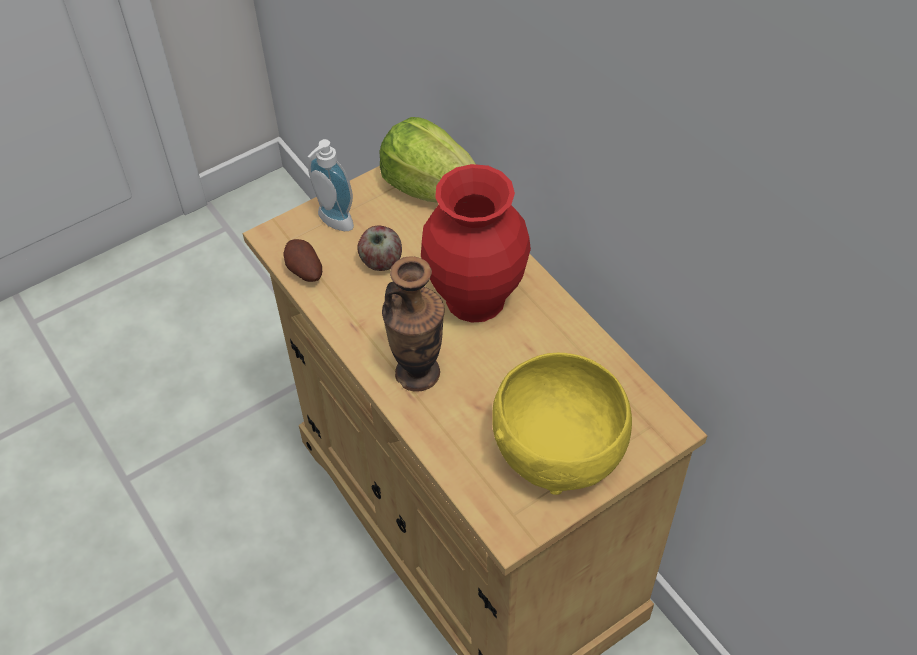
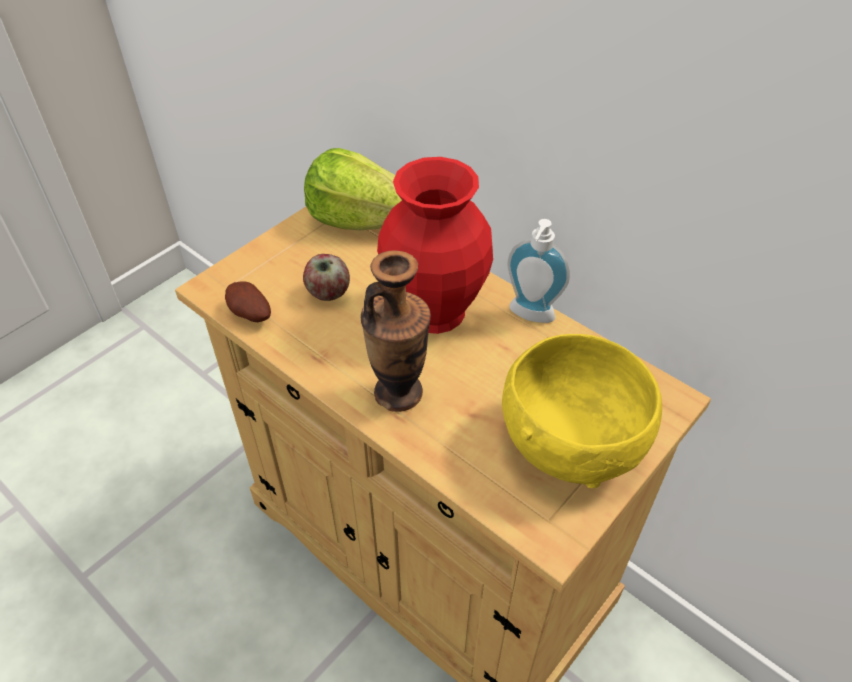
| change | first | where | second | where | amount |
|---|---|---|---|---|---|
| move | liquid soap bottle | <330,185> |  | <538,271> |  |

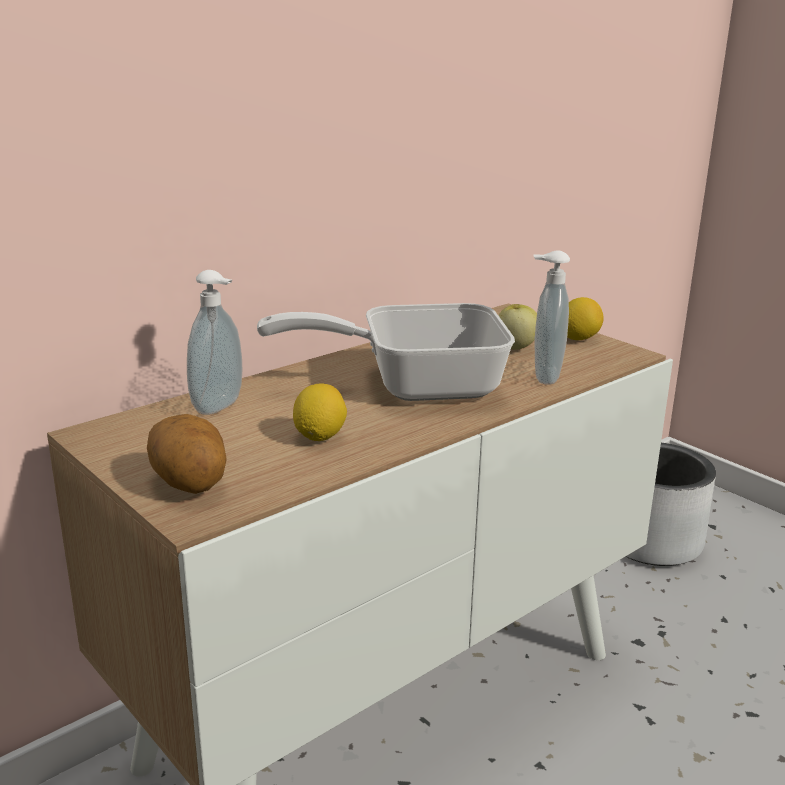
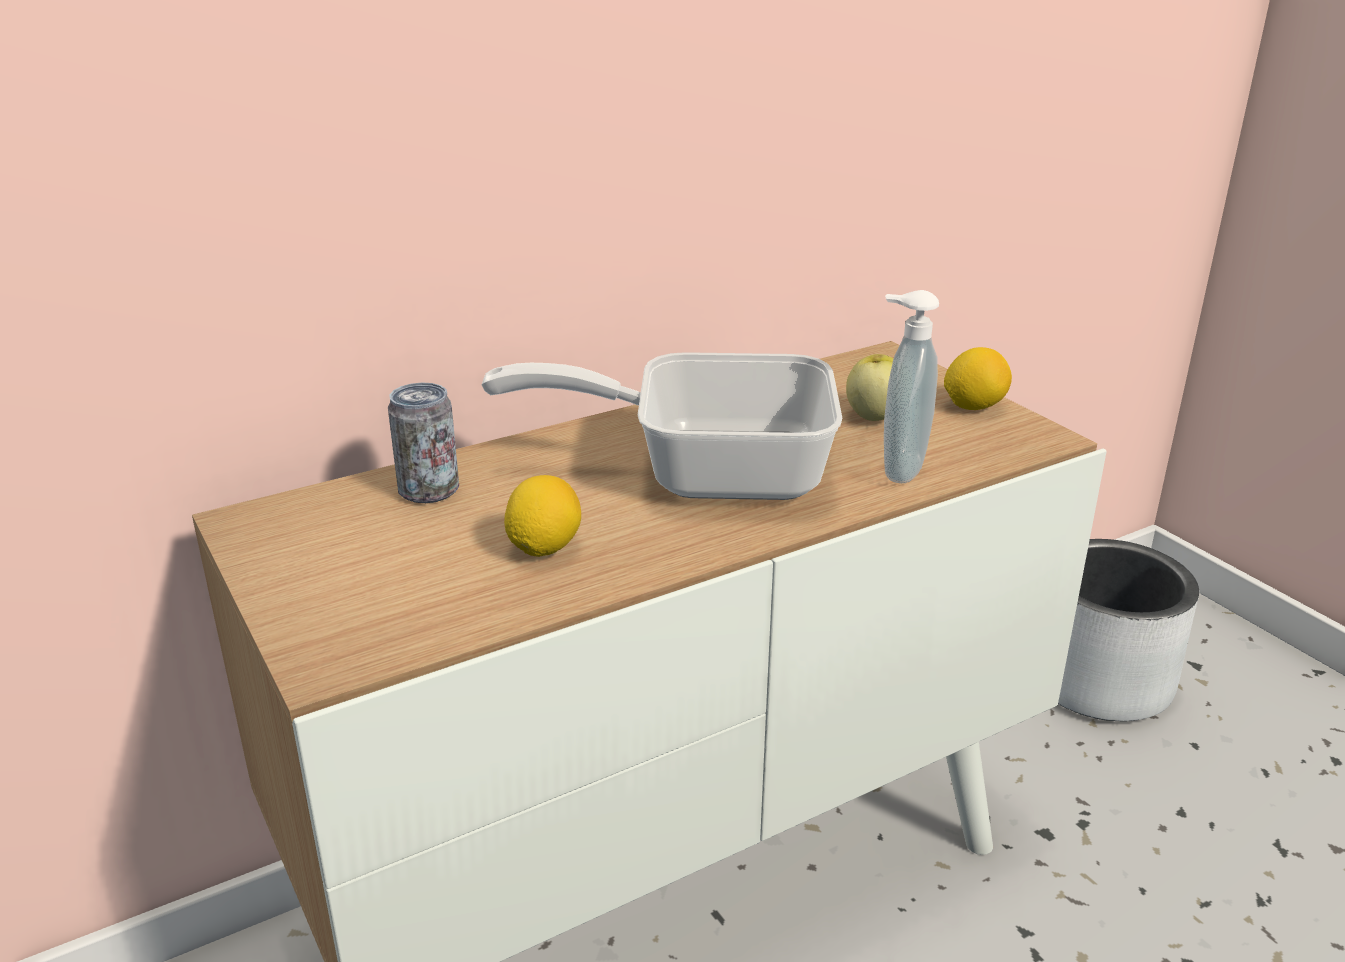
| change | first | where | second | where | amount |
|---|---|---|---|---|---|
| replace | liquid soap bottle | <214,342> | can | <423,442> |  |
| delete | whole potato | <187,454> |  |  |  |

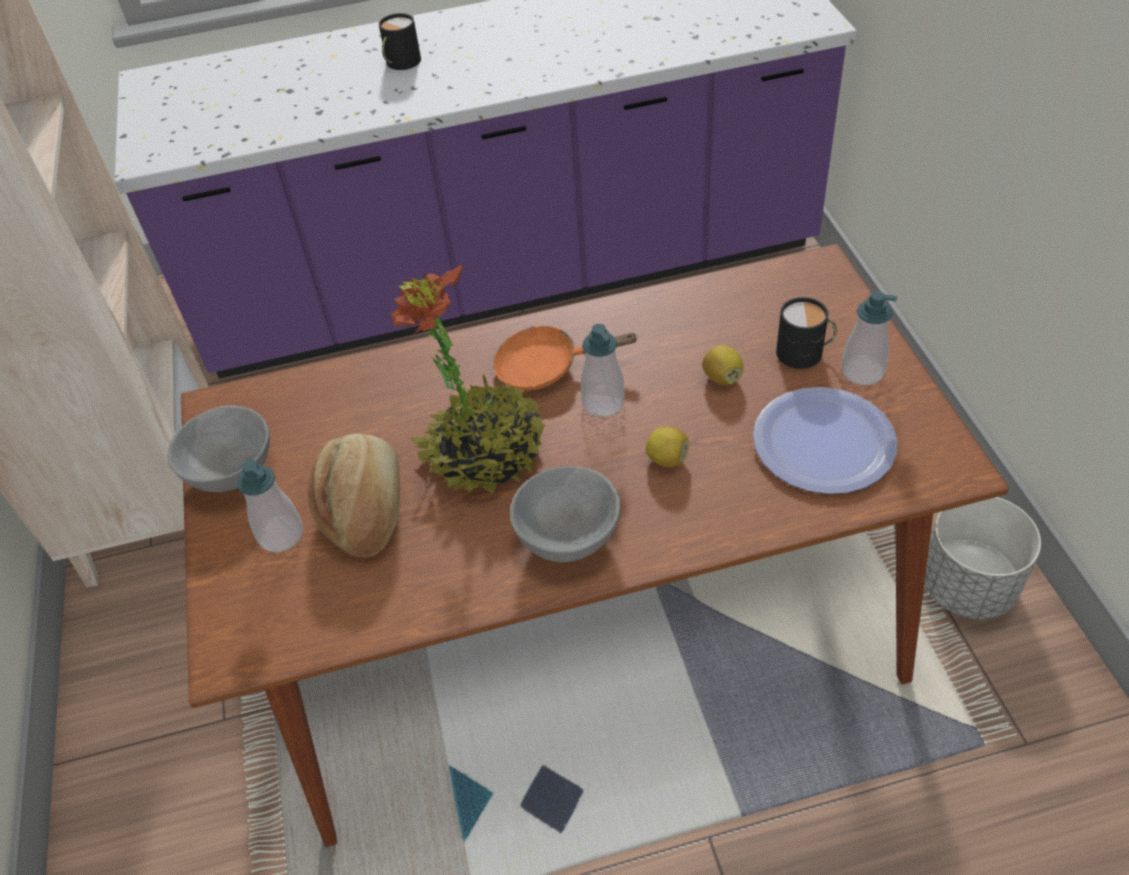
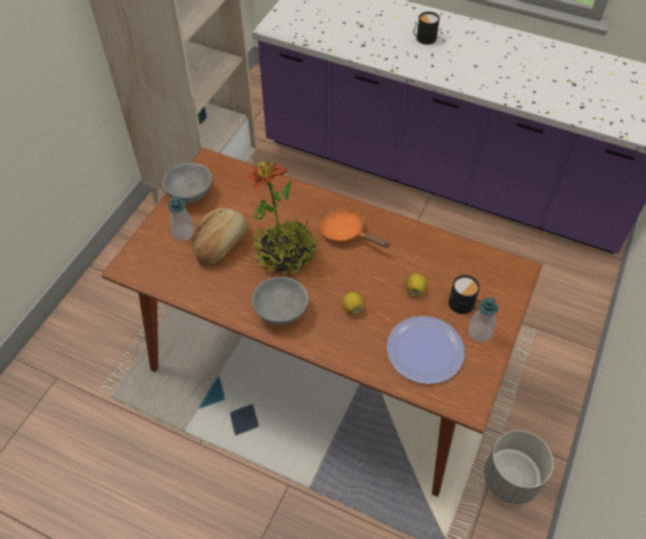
| change | first | where | second | where | amount |
|---|---|---|---|---|---|
| delete | liquid soap bottle | <603,370> |  |  |  |

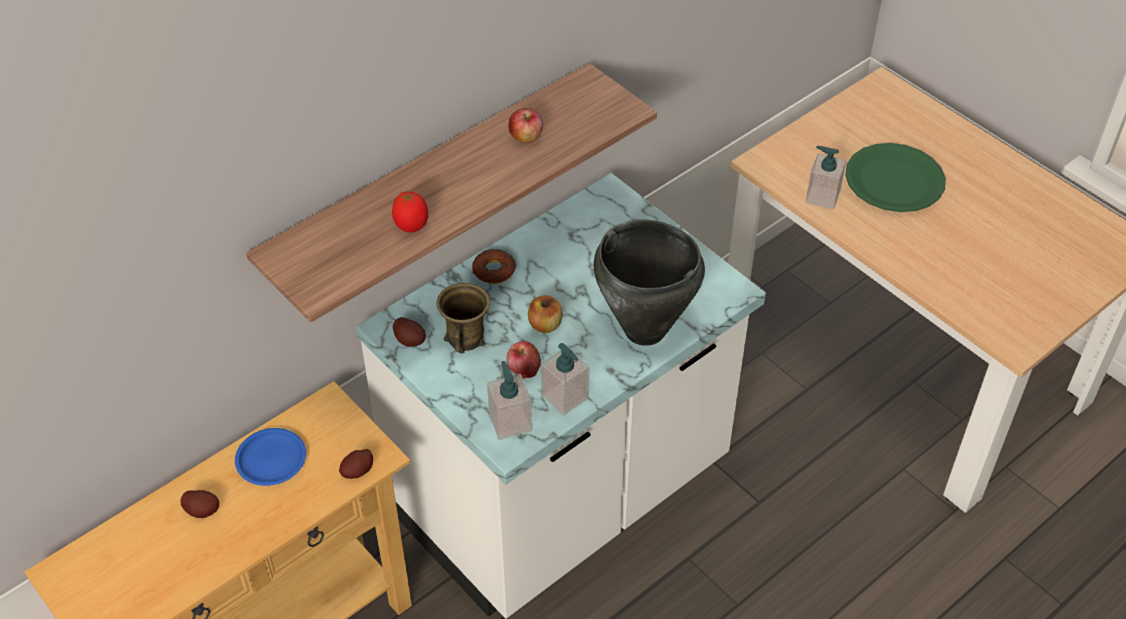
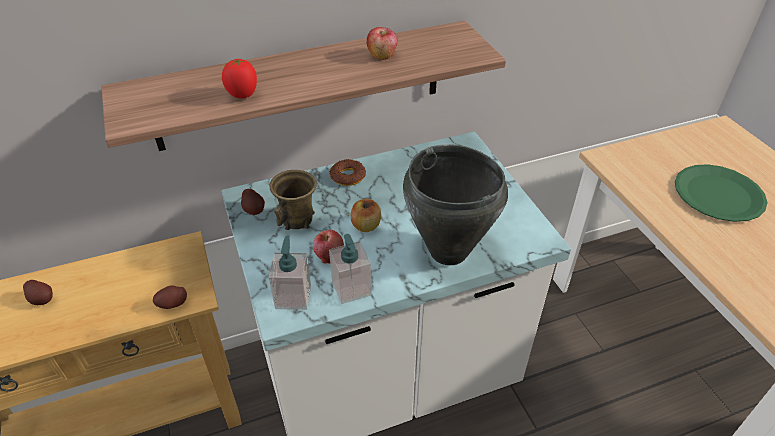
| change | first | where | second | where | amount |
|---|---|---|---|---|---|
| delete | liquid soap bottle | <826,178> |  |  |  |
| delete | plate (blue) | <270,457> |  |  |  |

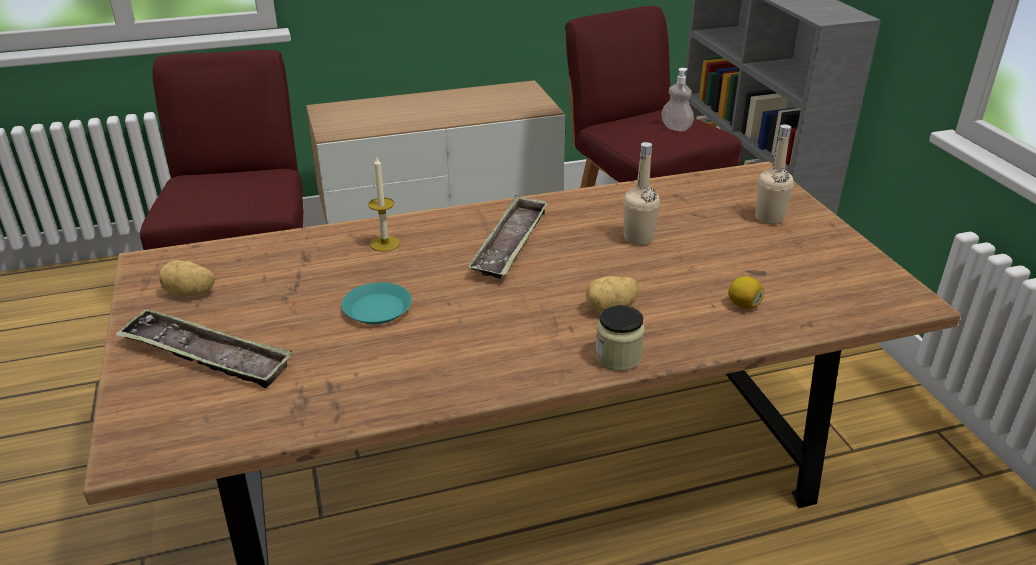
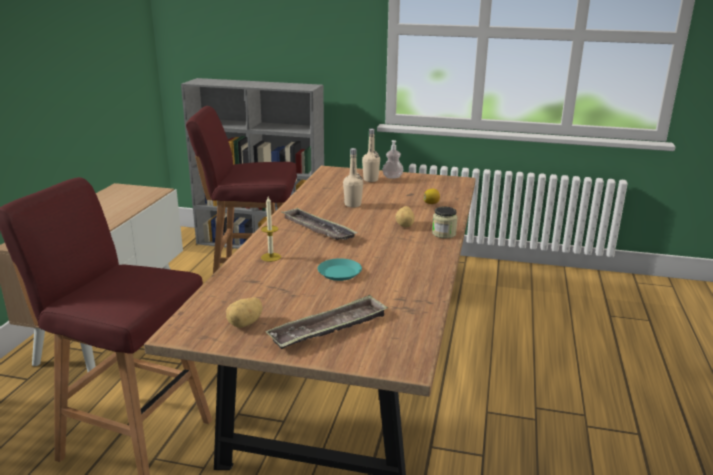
| change | first | where | second | where | amount |
|---|---|---|---|---|---|
| move | liquid soap bottle | <678,99> |  | <392,159> |  |

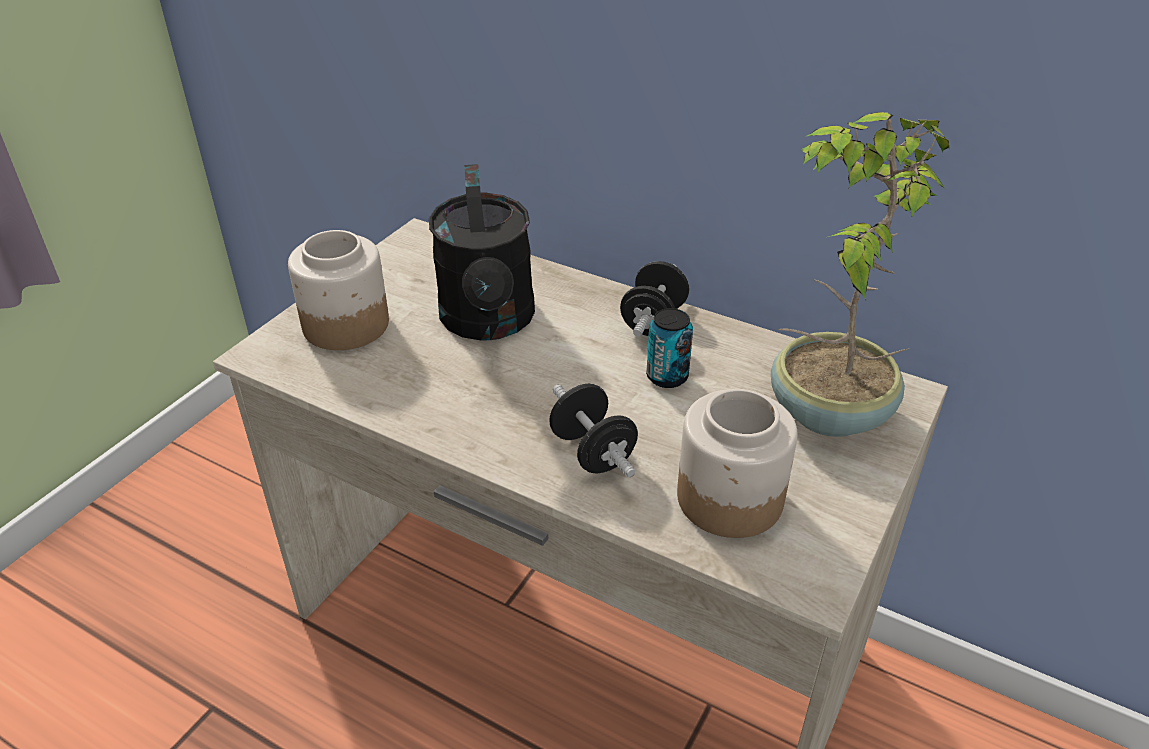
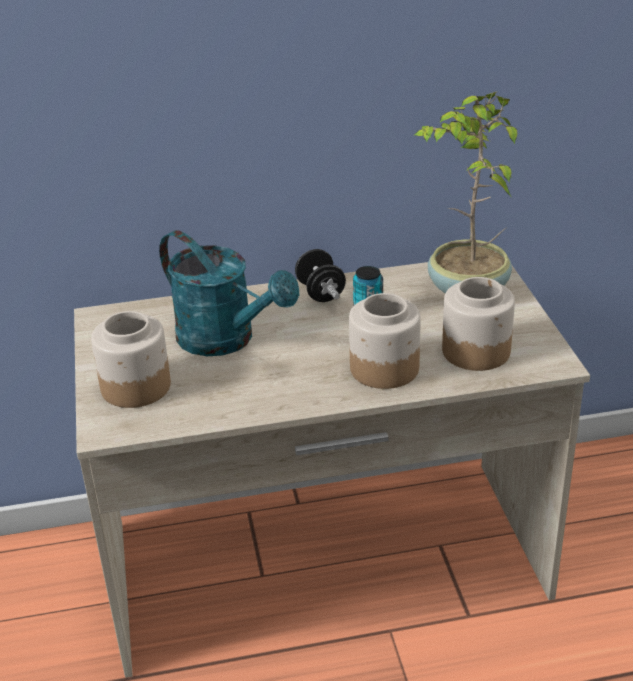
| change | first | where | second | where | amount |
|---|---|---|---|---|---|
| recolor | watering pot (black) | <482,252> | watering pot (turquoise) | <229,293> |  |
| replace | hand weight (black) | <593,430> | storage jar | <385,341> |  |

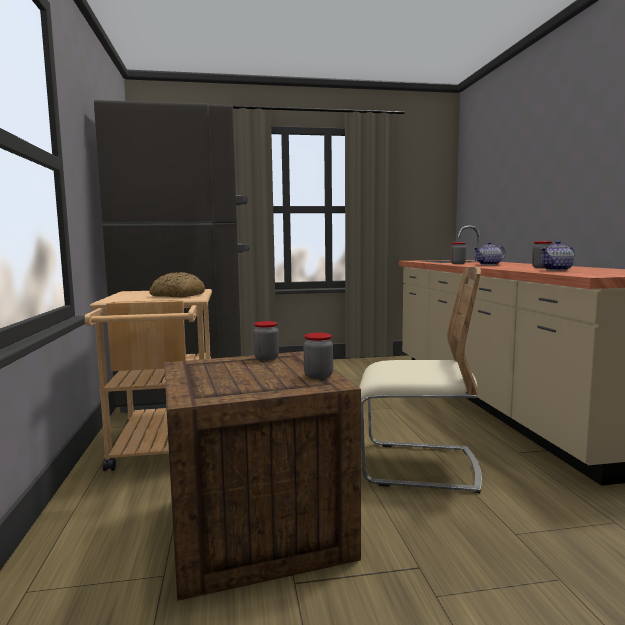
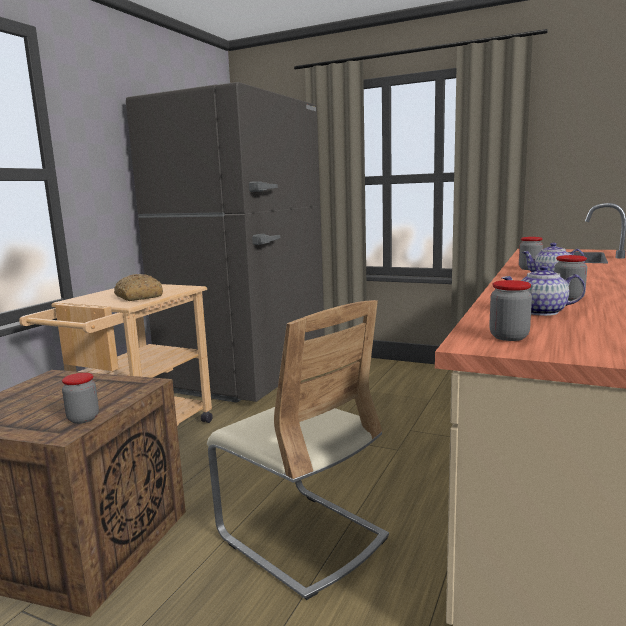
| change | first | where | second | where | amount |
|---|---|---|---|---|---|
| move | storage jar | <266,341> |  | <510,310> |  |

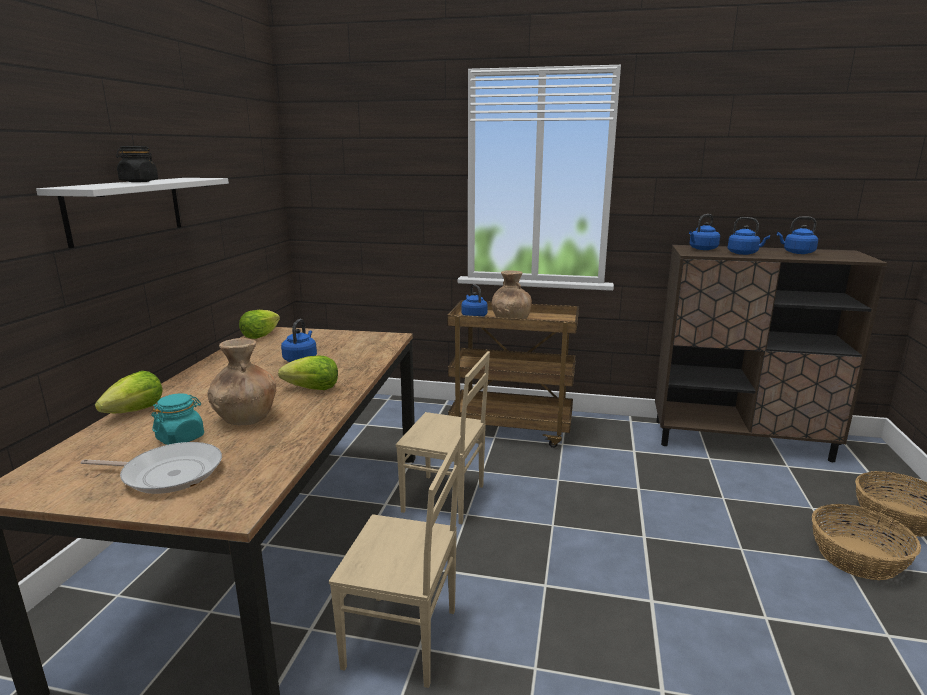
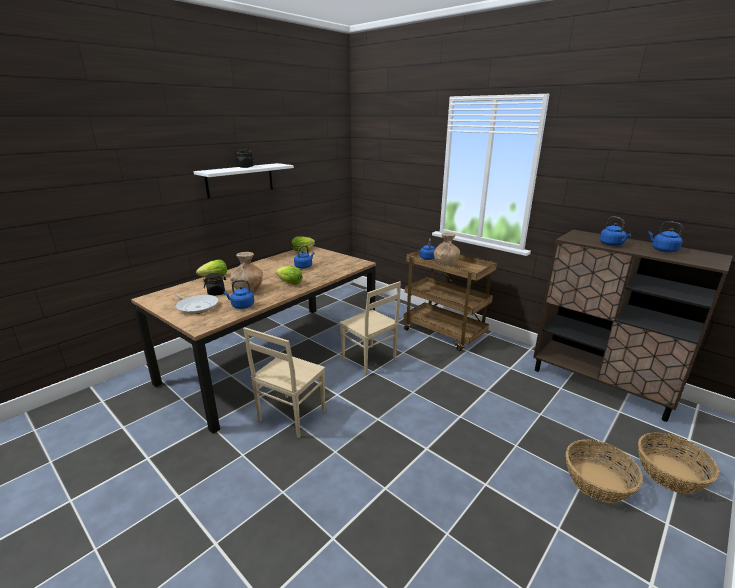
| change | first | where | second | where | amount |
|---|---|---|---|---|---|
| move | tea kettle (blue) | <704,232> |  | <239,294> |  |
| recolor | storage jar (turquoise) | <177,419> | storage jar (black) | <214,284> |  |
| rotate | chair (beige-coloured) | <395,561> |  | <284,382> | 75 degrees clockwise |

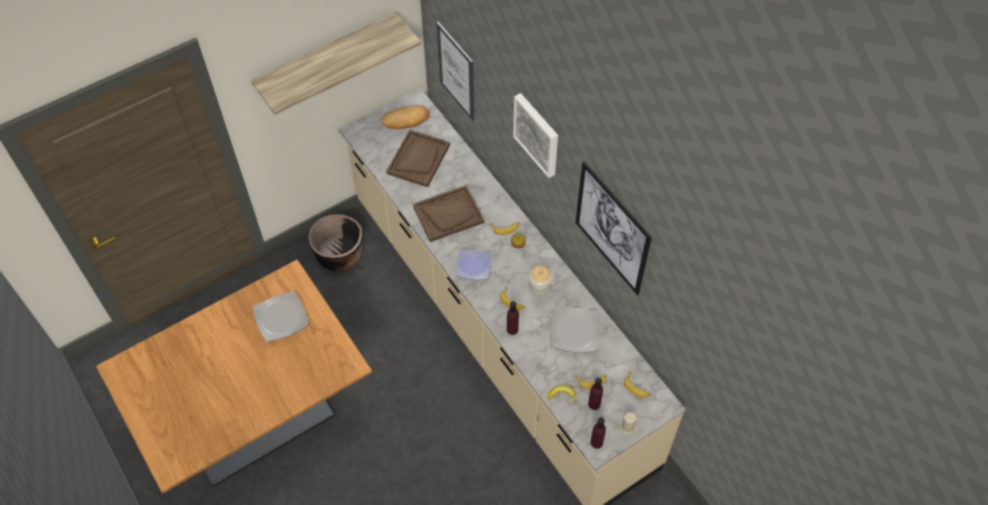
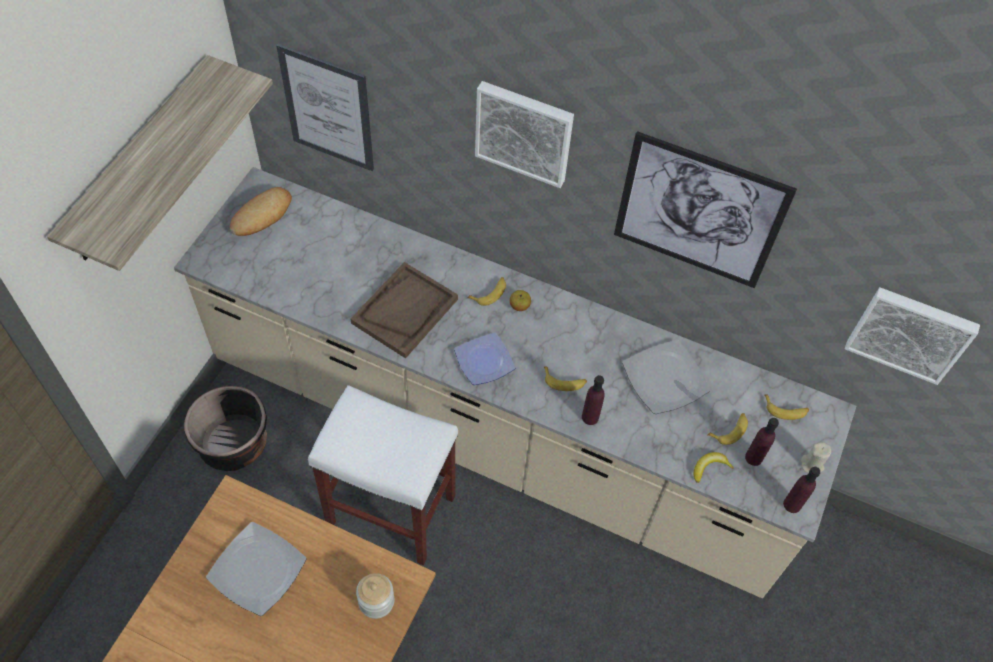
| change | first | where | second | where | amount |
|---|---|---|---|---|---|
| delete | tray (brownish) | <418,158> |  |  |  |
| move | storage jar | <540,280> |  | <375,596> |  |
| insert |  |  | wall art | <912,336> |  |
| insert |  |  | stool (whitish) | <383,475> |  |

